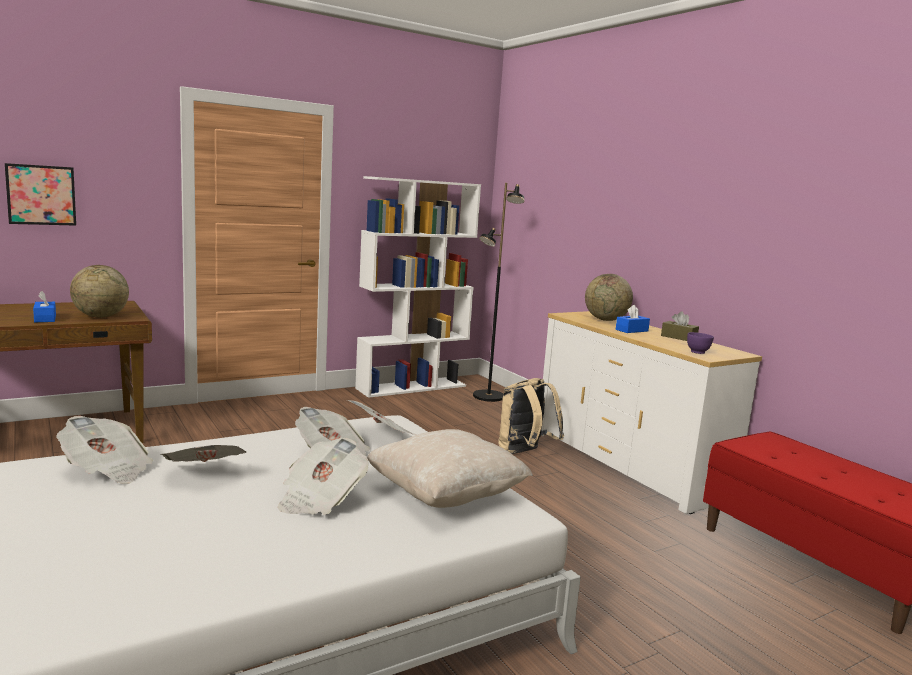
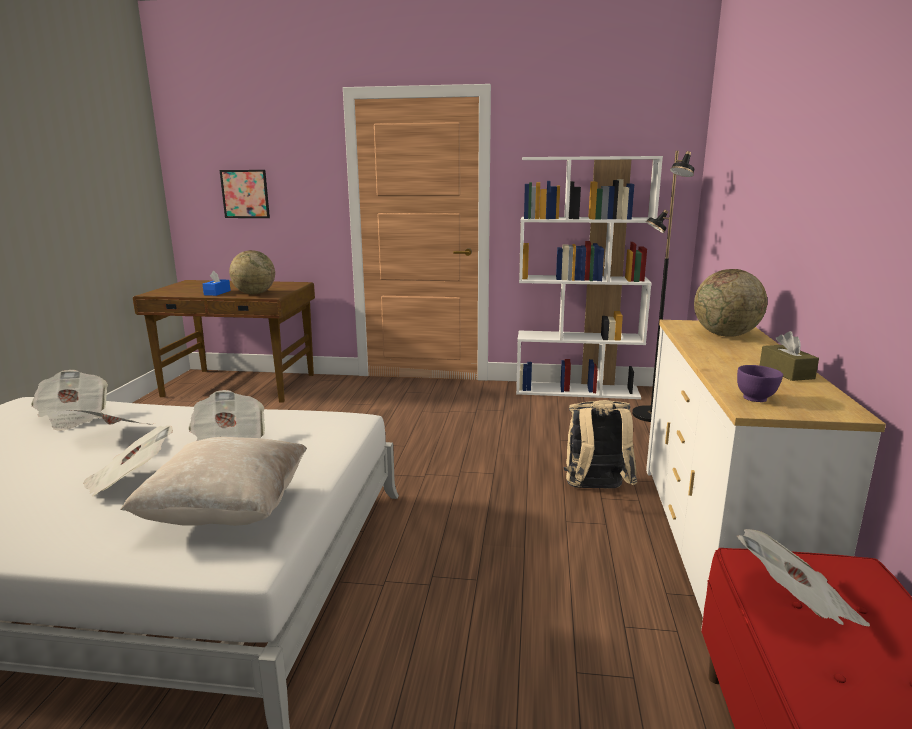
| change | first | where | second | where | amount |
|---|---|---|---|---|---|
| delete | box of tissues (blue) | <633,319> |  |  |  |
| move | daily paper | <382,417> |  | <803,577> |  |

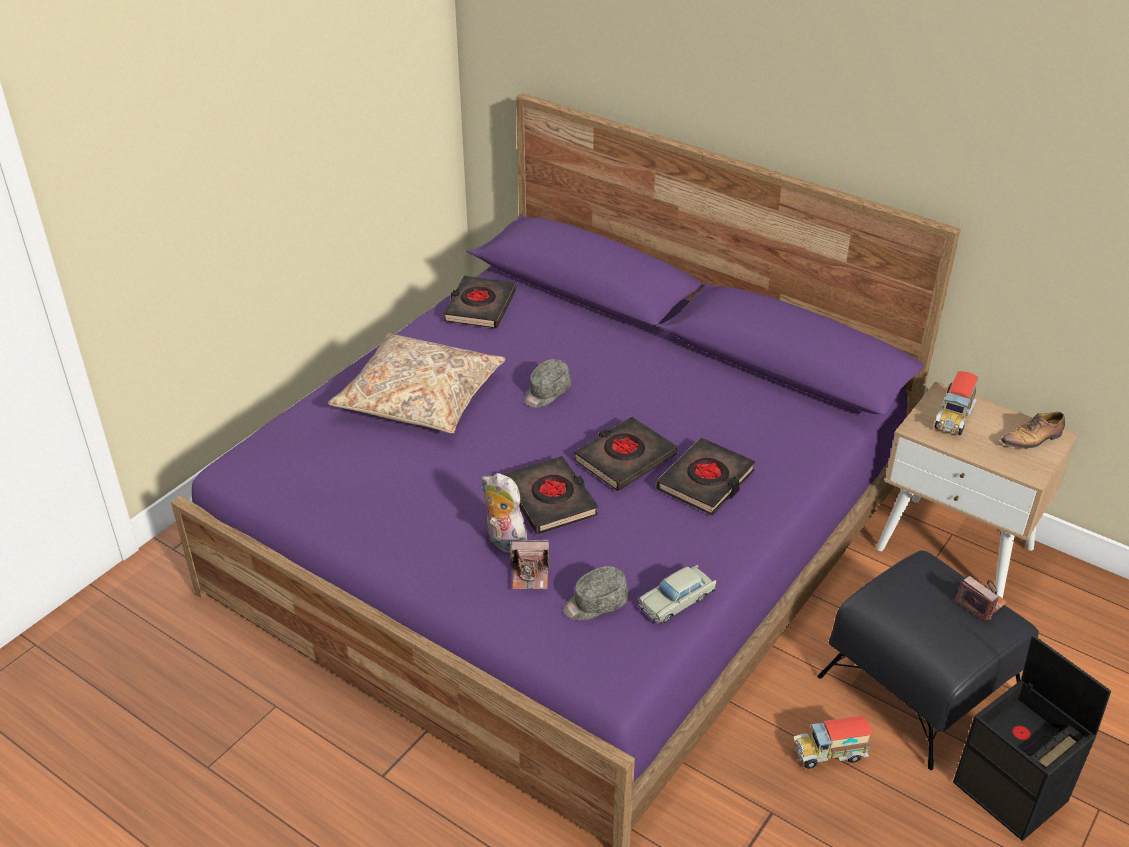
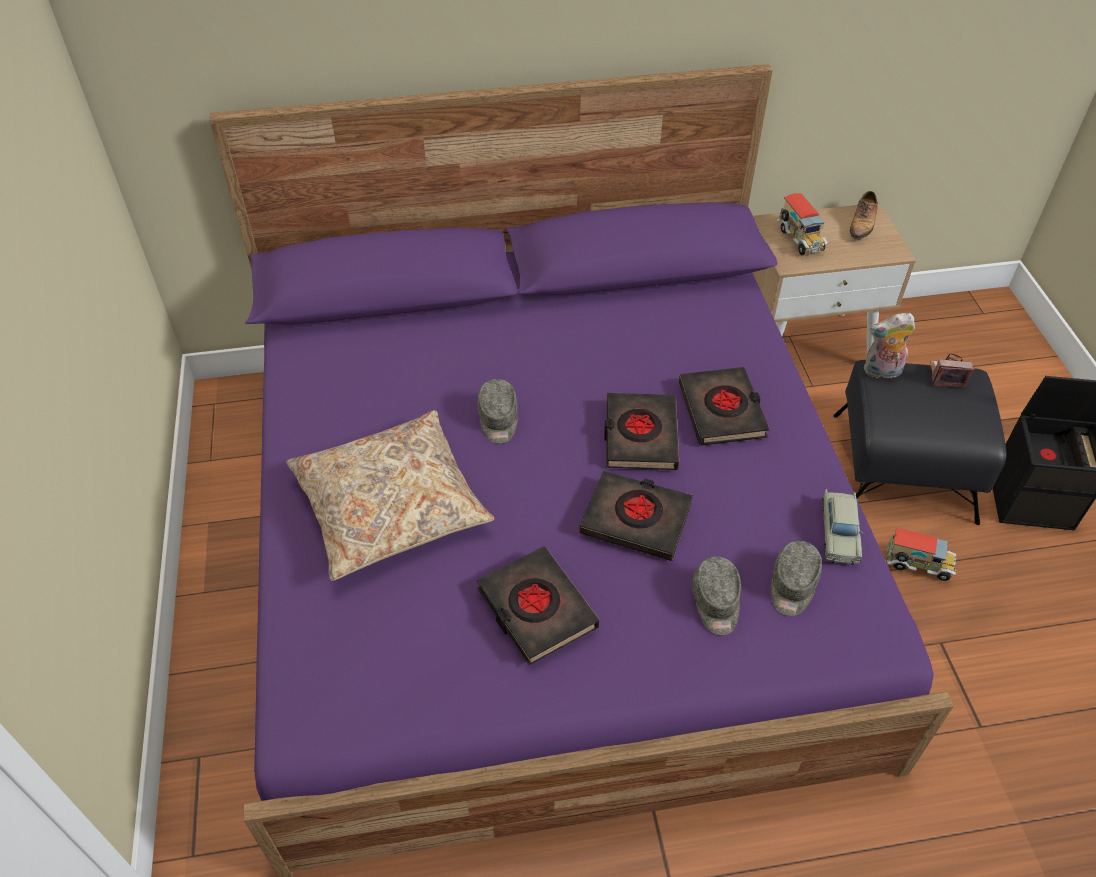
| change | first | where | second | where | amount |
|---|---|---|---|---|---|
| move | book (black) | <480,302> |  | <538,605> |  |
| move | soft toy | <504,513> |  | <889,345> |  |
| replace | photo camera | <530,564> | peaked cap (gray) | <716,595> |  |
| rotate | model truck | <833,742> |  | <921,554> | 105 degrees counterclockwise |

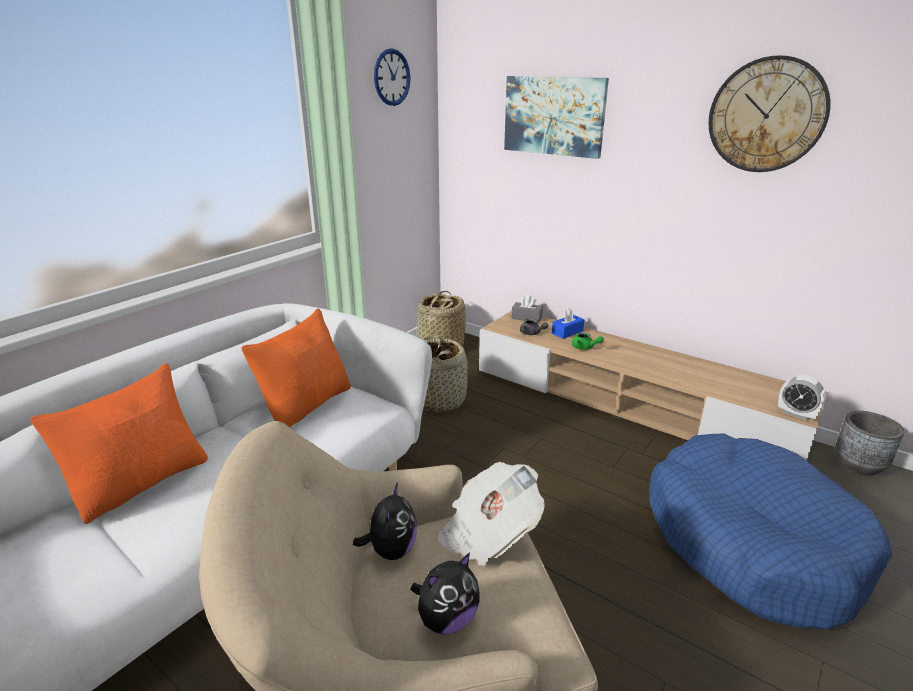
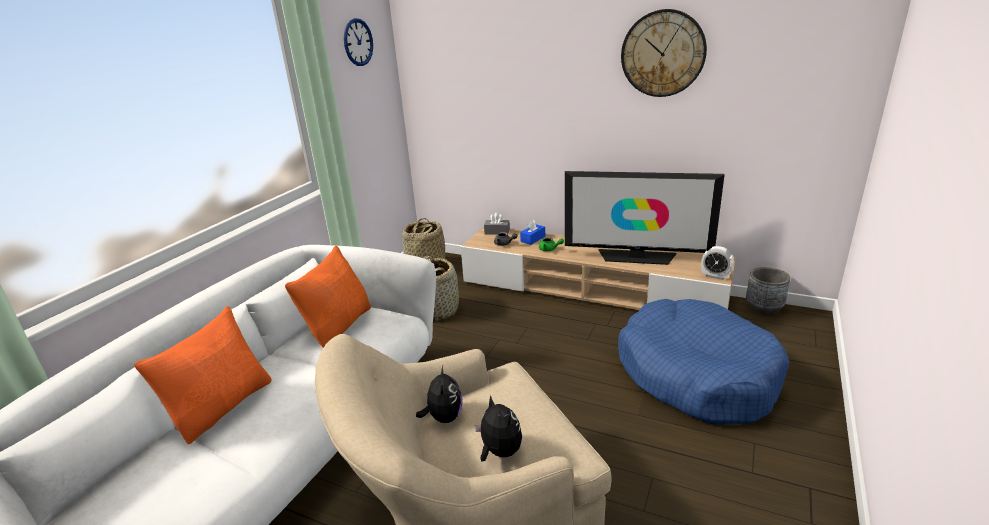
| change | first | where | second | where | amount |
|---|---|---|---|---|---|
| delete | wall art | <556,117> |  |  |  |
| delete | daily paper | <491,514> |  |  |  |
| rotate | soft toy | <445,594> |  | <498,428> | 75 degrees counterclockwise |
| insert |  |  | TV set | <645,218> |  |

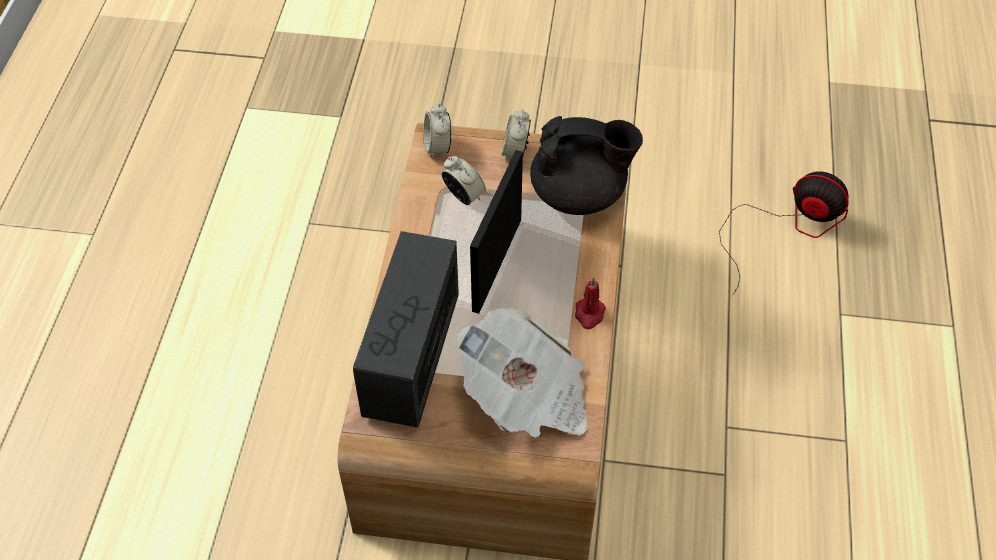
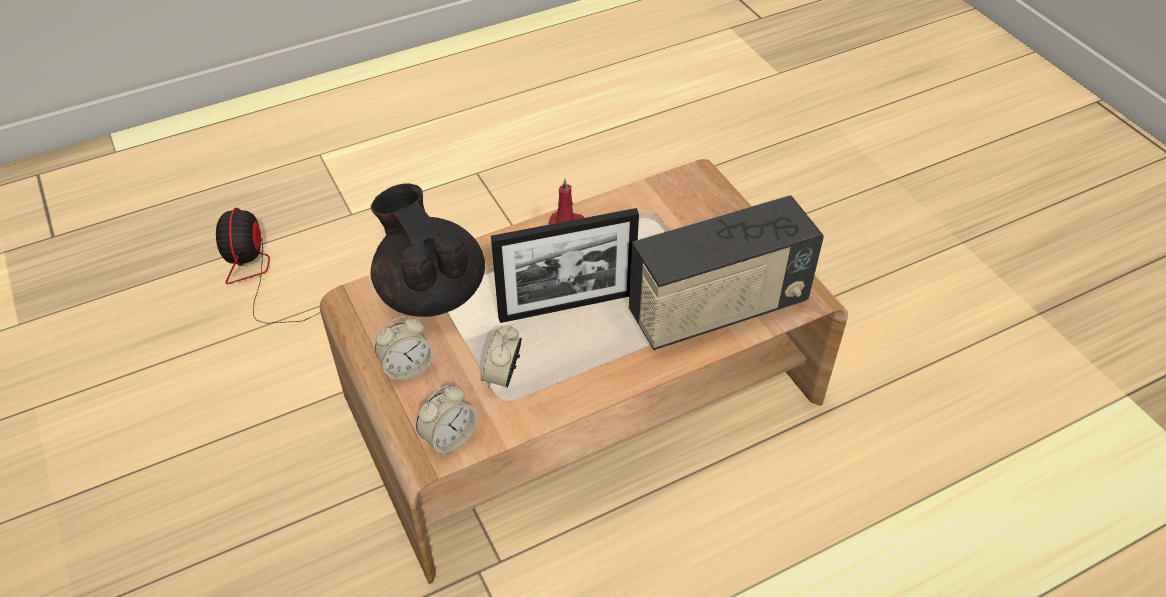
| change | first | where | second | where | amount |
|---|---|---|---|---|---|
| delete | daily paper | <522,373> |  |  |  |

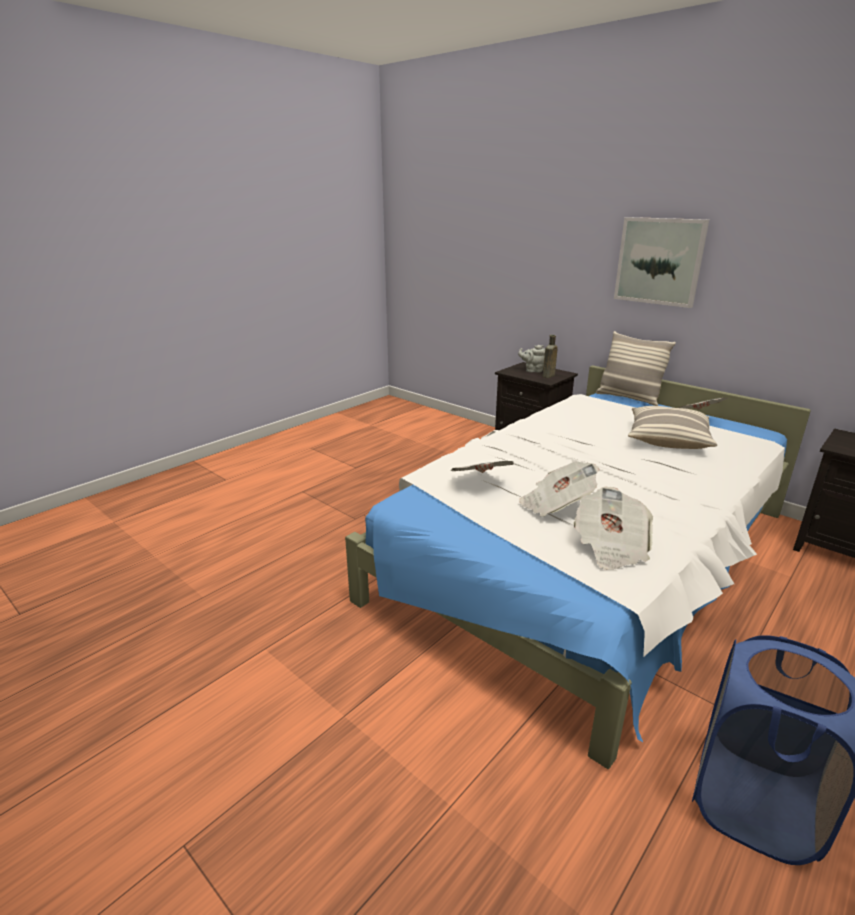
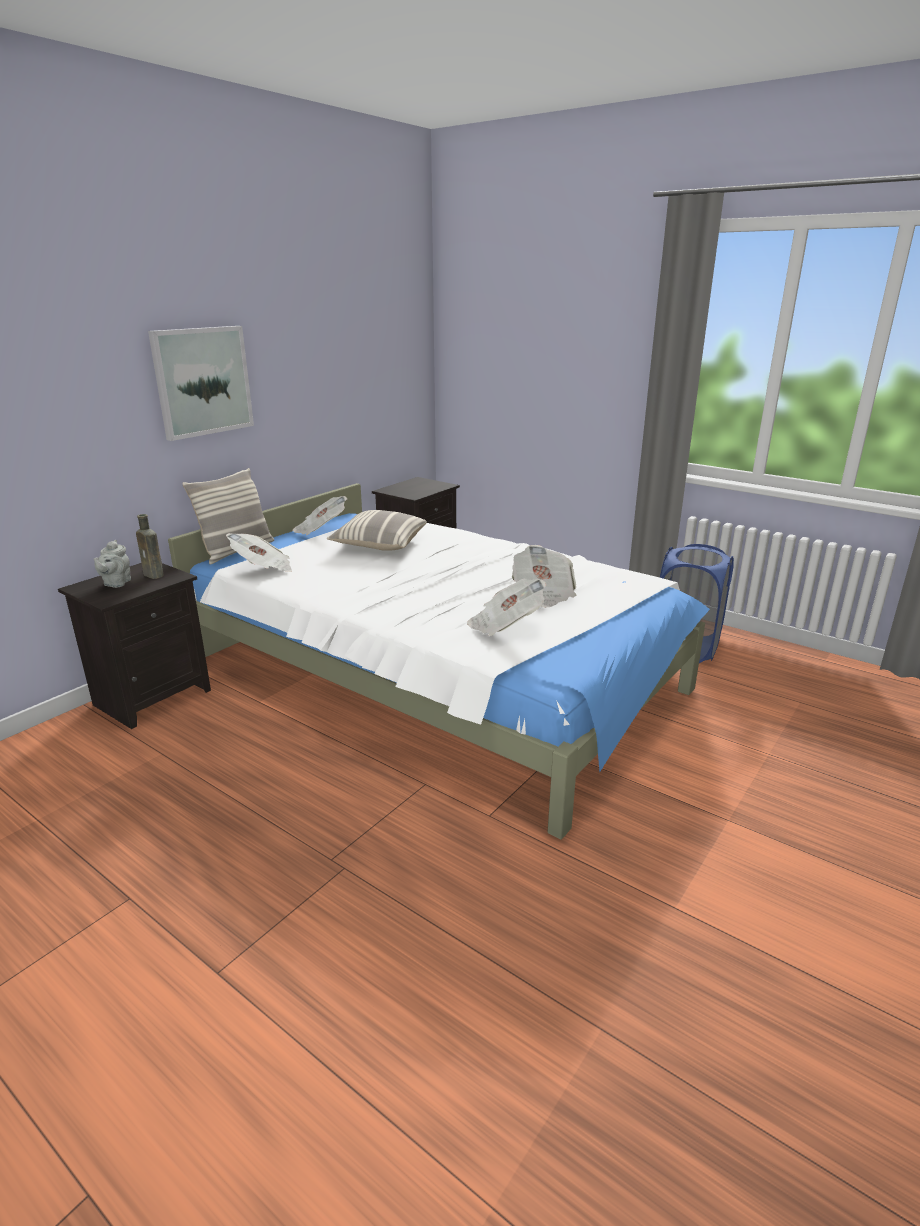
| change | first | where | second | where | amount |
|---|---|---|---|---|---|
| move | daily paper | <613,528> |  | <259,552> |  |

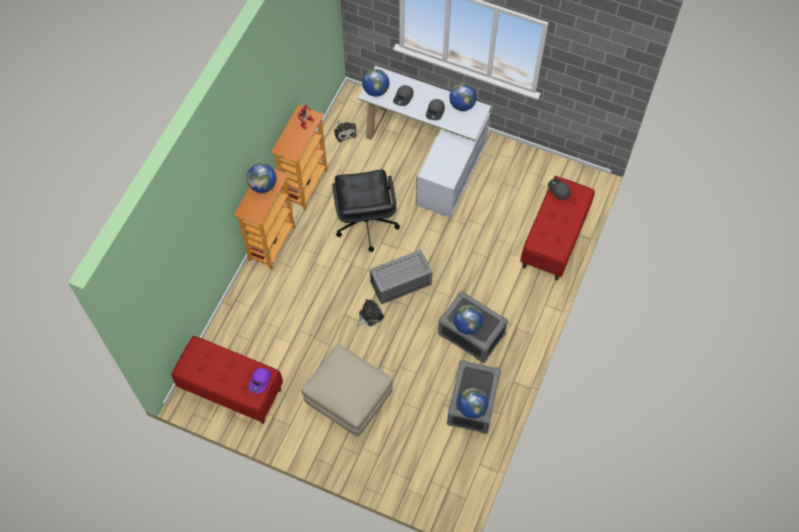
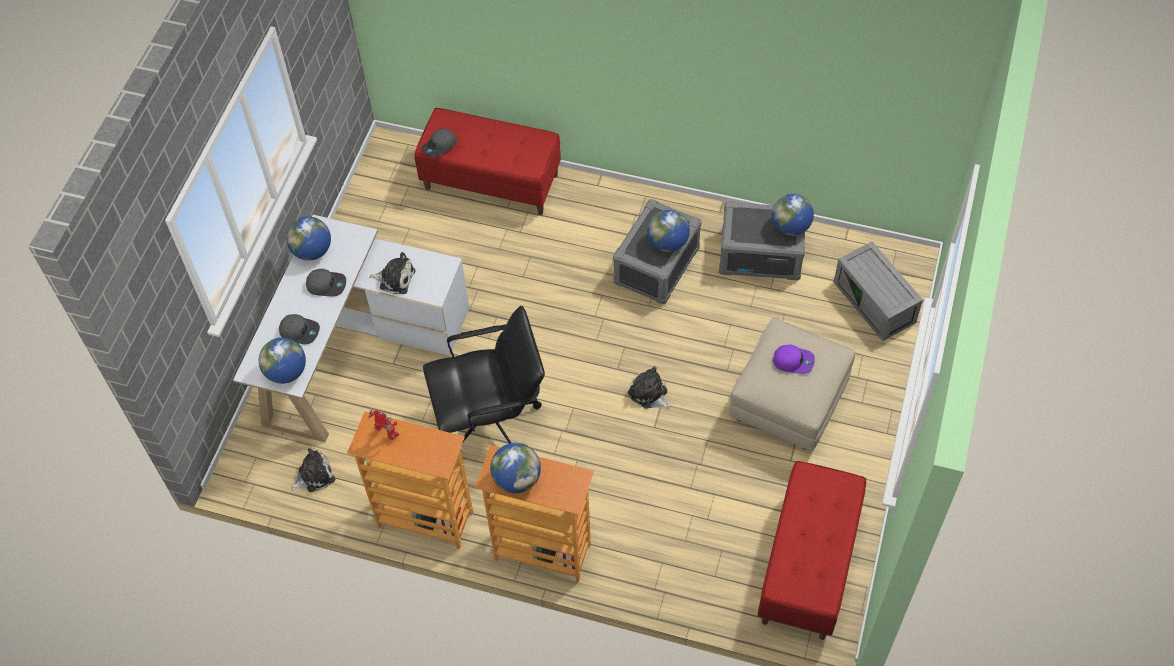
| change | first | where | second | where | amount |
|---|---|---|---|---|---|
| move | storage bin (gray) | <401,277> |  | <878,291> |  |
| move | peaked cap (purple) | <259,380> |  | <794,359> |  |
| insert |  |  | soft toy | <392,273> |  |

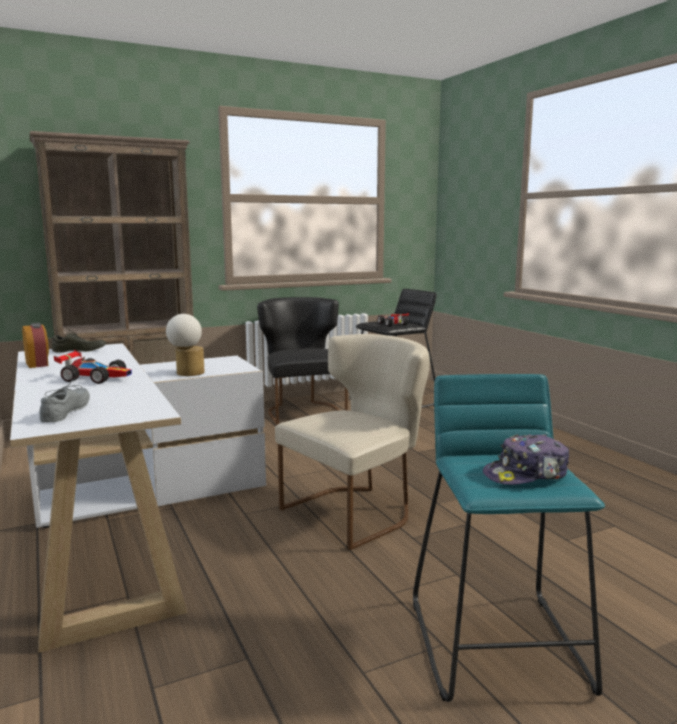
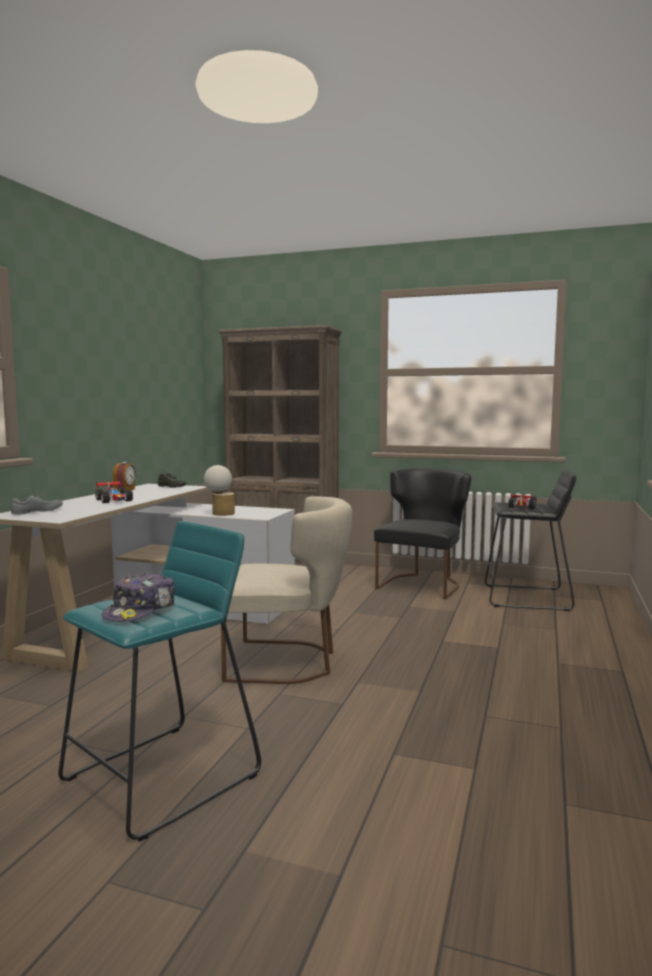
| change | first | where | second | where | amount |
|---|---|---|---|---|---|
| rotate | peaked cap | <526,459> |  | <138,597> | 90 degrees counterclockwise |

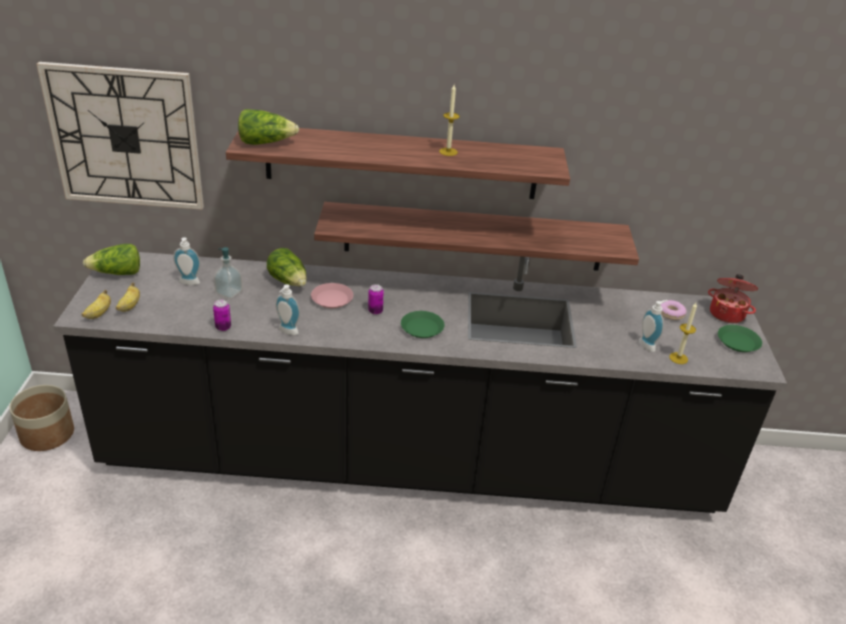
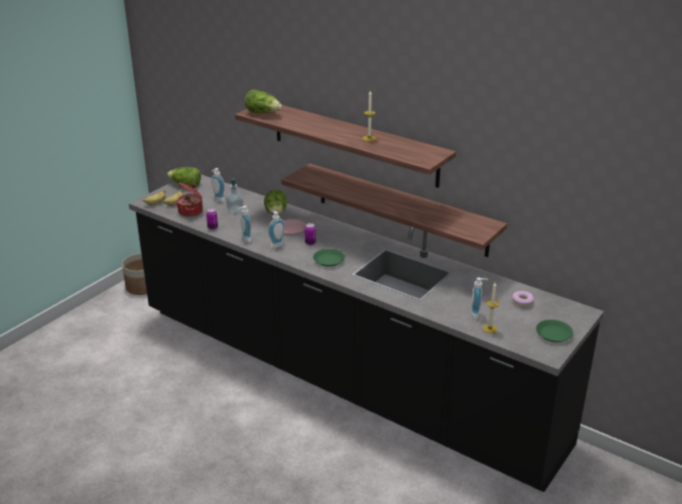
| change | first | where | second | where | amount |
|---|---|---|---|---|---|
| delete | clock on the wall | <120,136> |  |  |  |
| move | saucepot | <733,298> |  | <189,199> |  |
| insert |  |  | liquid soap bottle | <276,229> |  |

